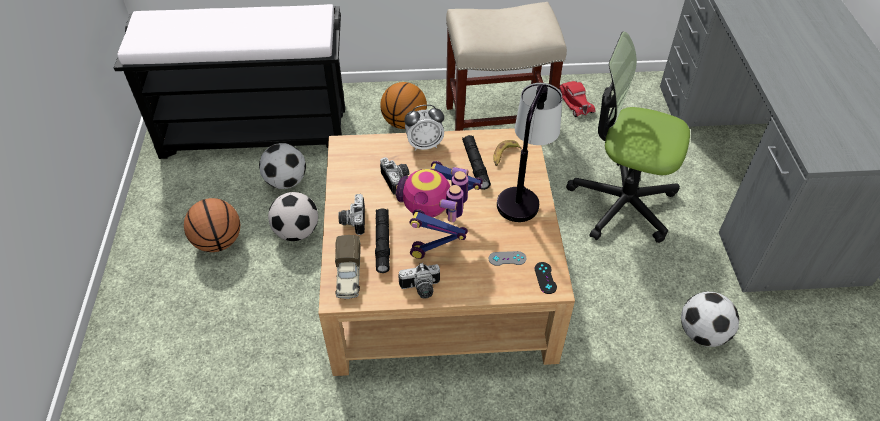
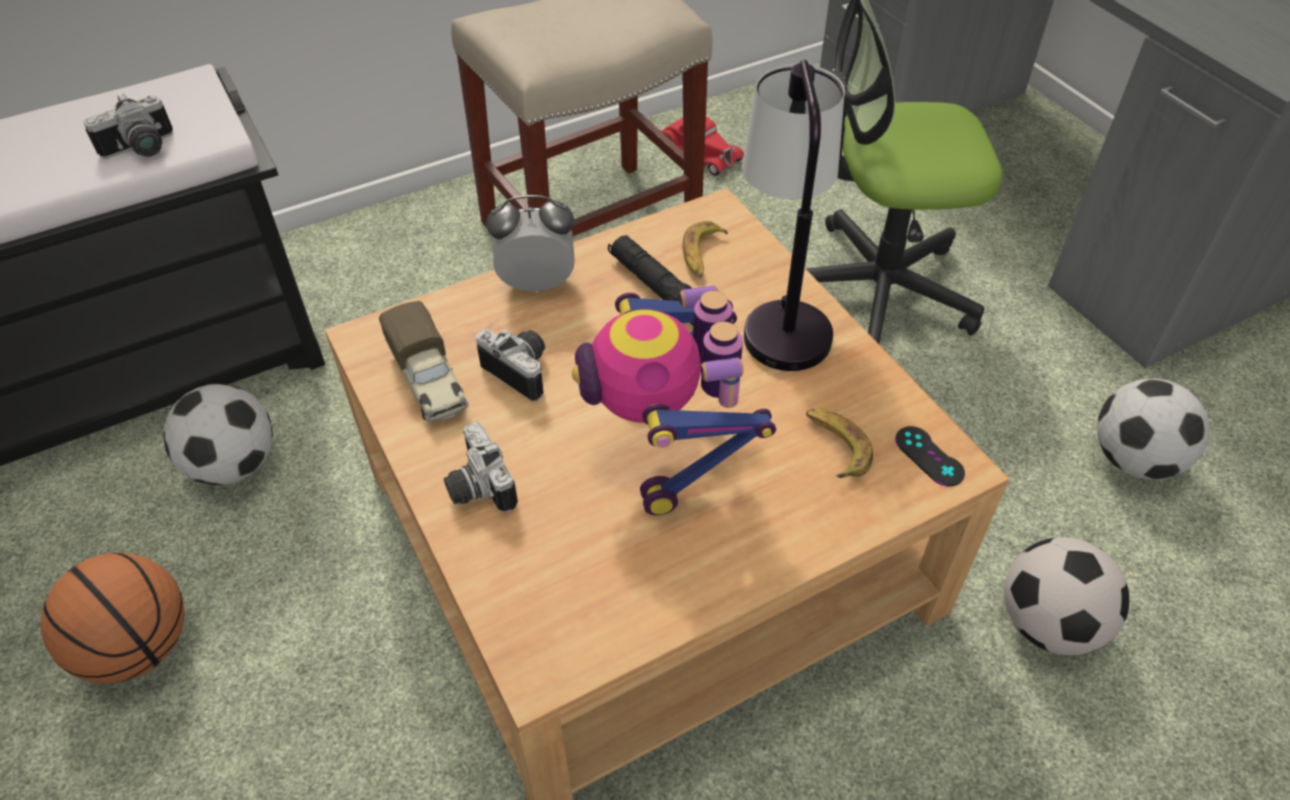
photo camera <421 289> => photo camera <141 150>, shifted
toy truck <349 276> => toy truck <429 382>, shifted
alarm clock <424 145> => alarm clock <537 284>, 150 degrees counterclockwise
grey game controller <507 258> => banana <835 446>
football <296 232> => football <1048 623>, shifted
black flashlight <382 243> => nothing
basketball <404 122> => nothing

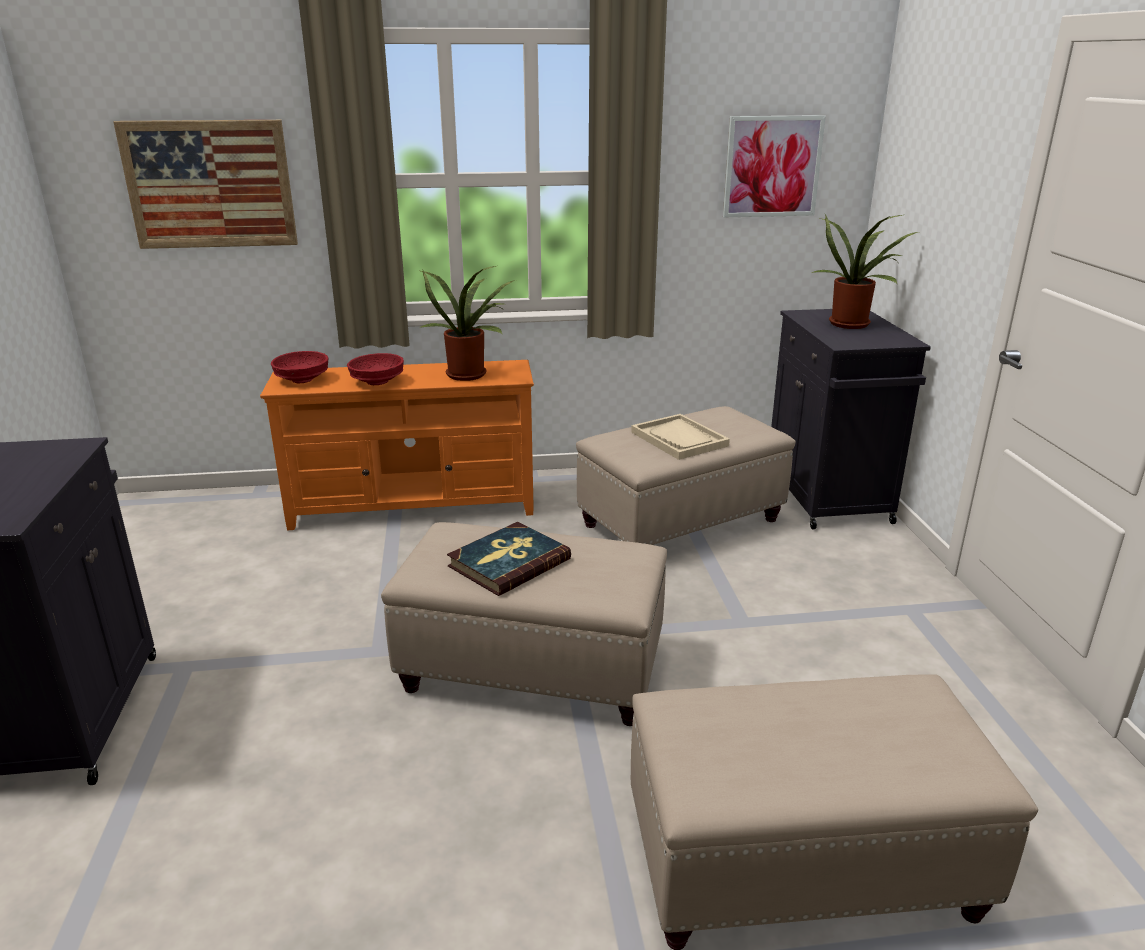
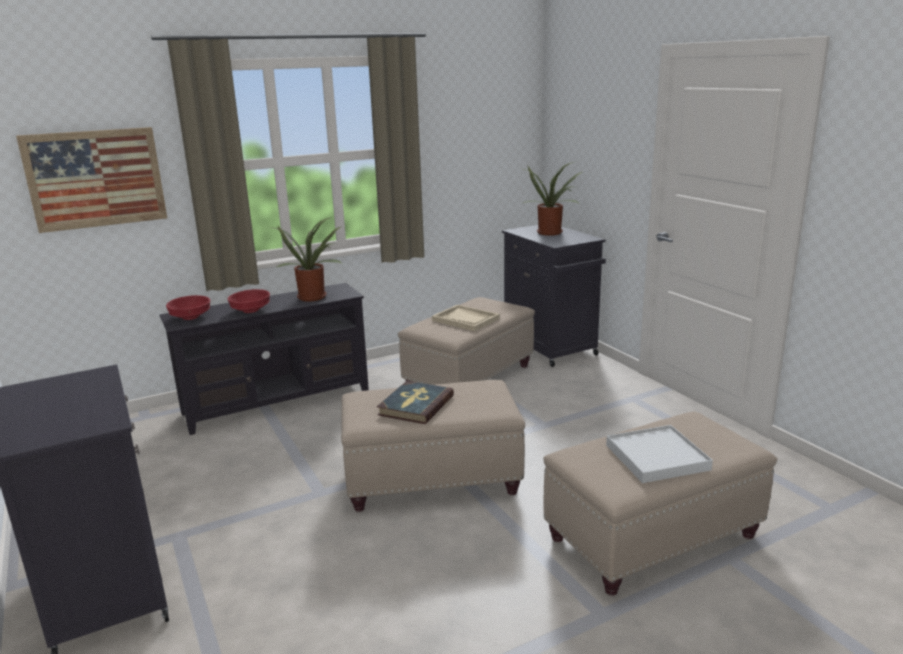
orange tv stand <413 507> => black tv stand <277 402>
nothing => white tray <657 457>
picture <772 166> => nothing

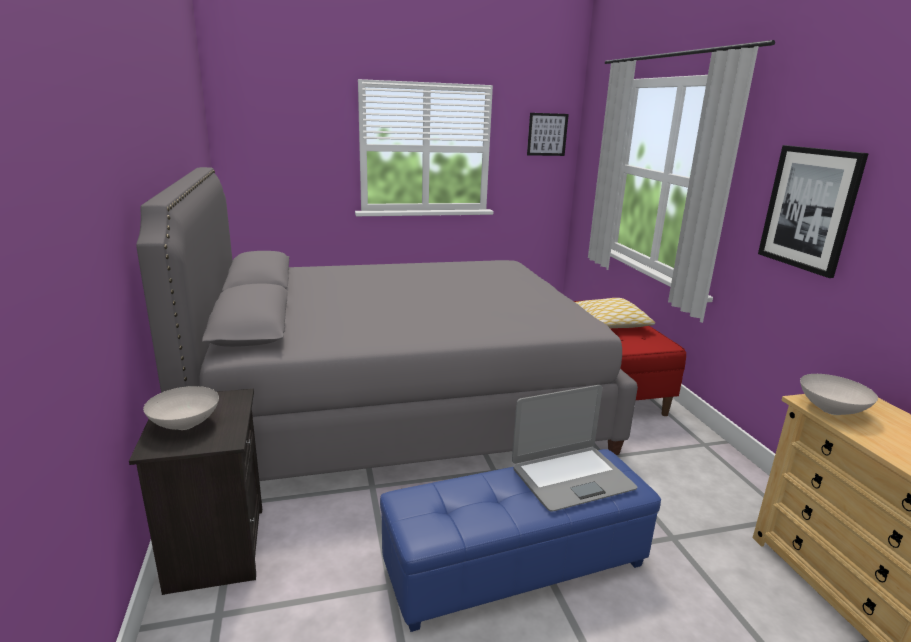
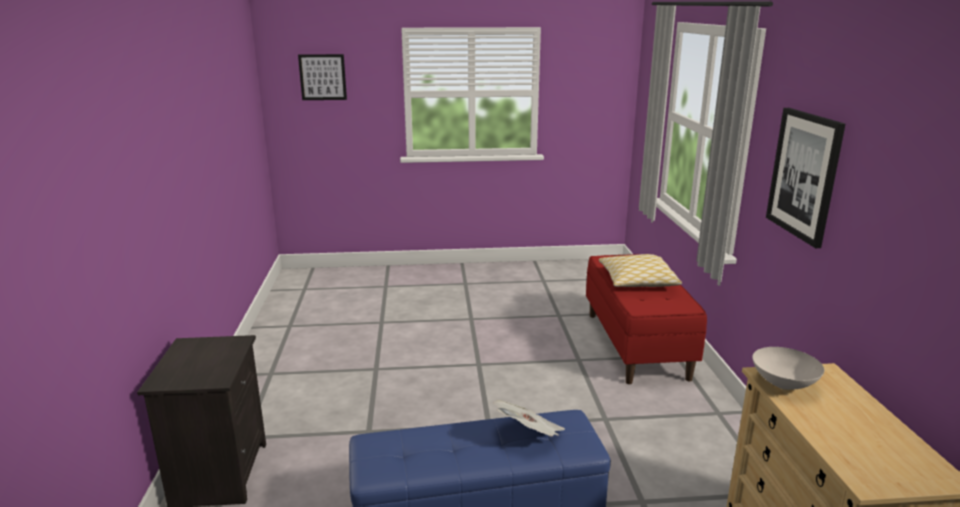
picture <547 134> => picture <322 77>, shifted
laptop <571 478> => newspaper <530 434>
grey bed <399 404> => nothing
white bowl <185 425> => nothing

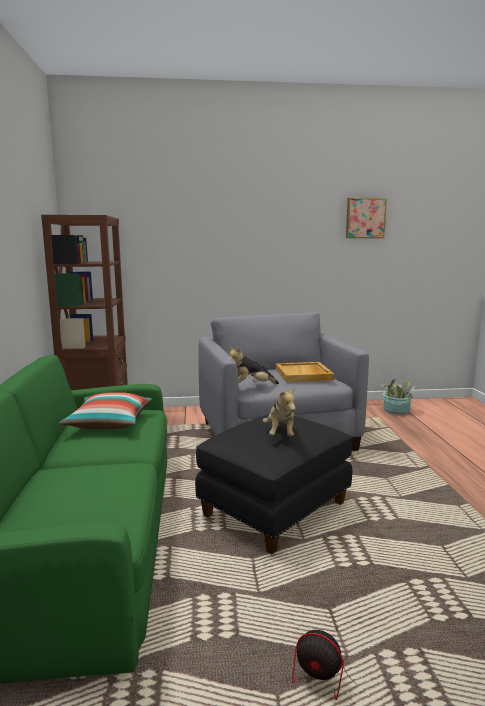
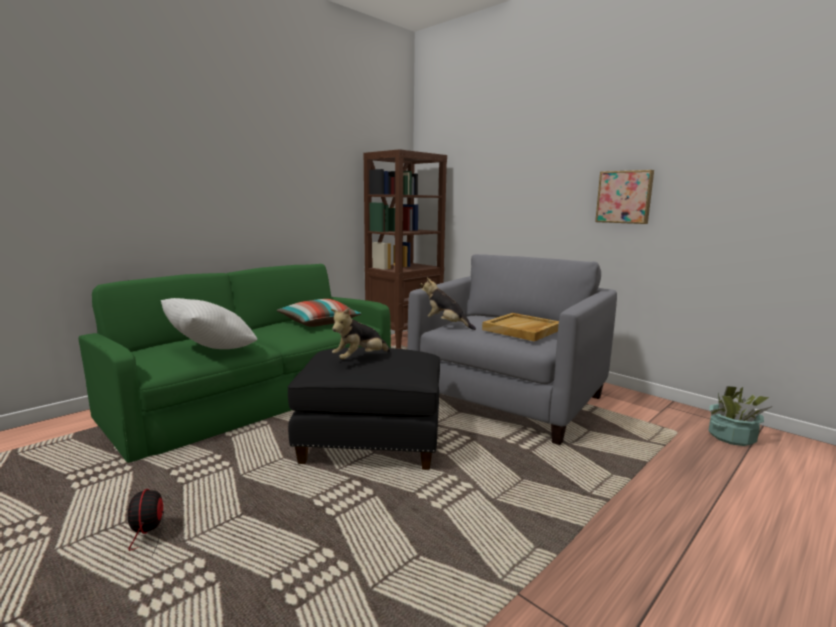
nothing => white pillow <211 350>
picture <365 218> => picture <624 197>, shifted

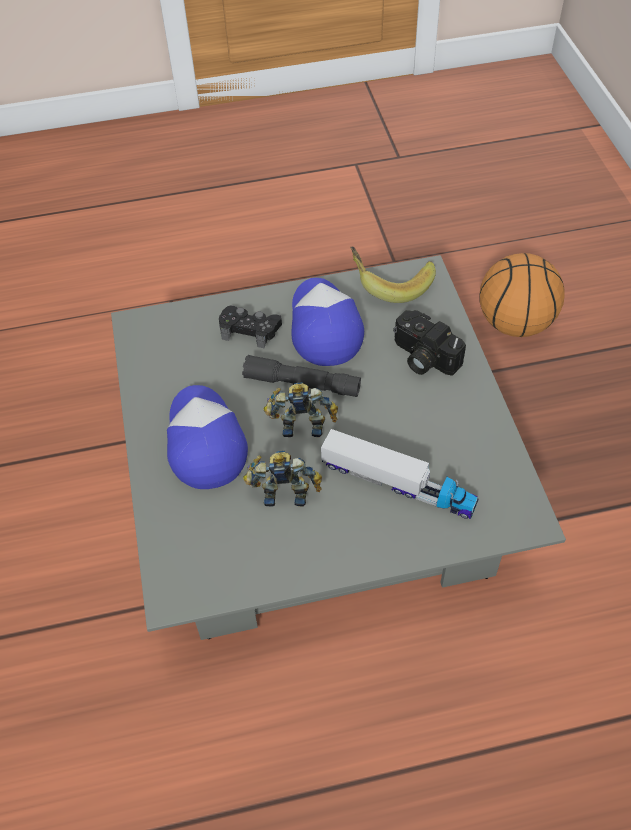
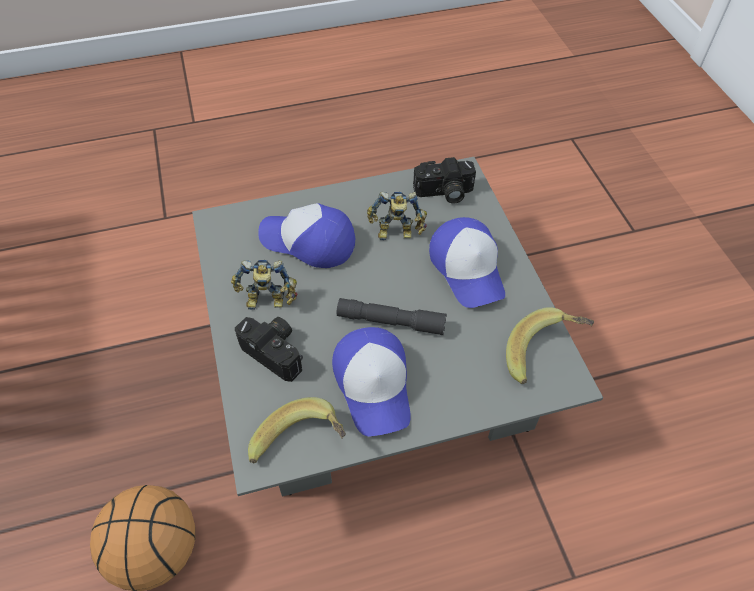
toy robot <302 423> => toy robot <267 302>, shifted
toy truck <398 484> => cap <308 242>
nothing => photo camera <444 193>
nothing => banana <544 355>
black game controller <250 330> => nothing

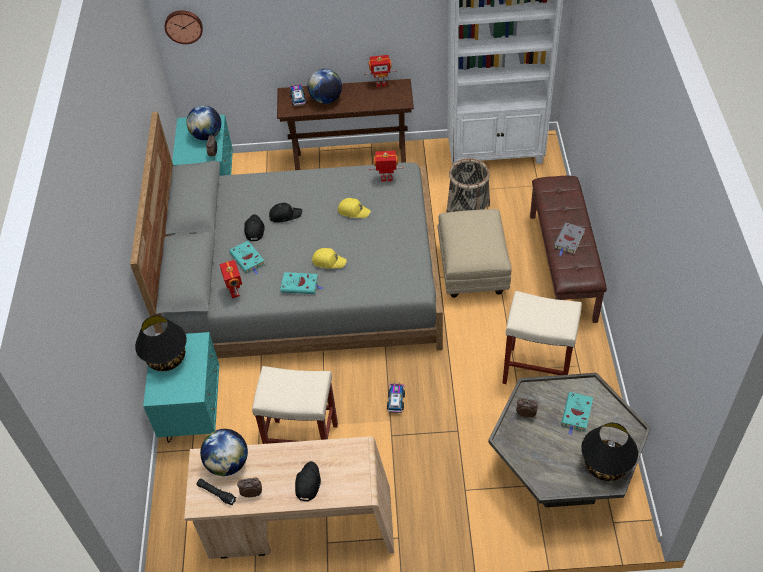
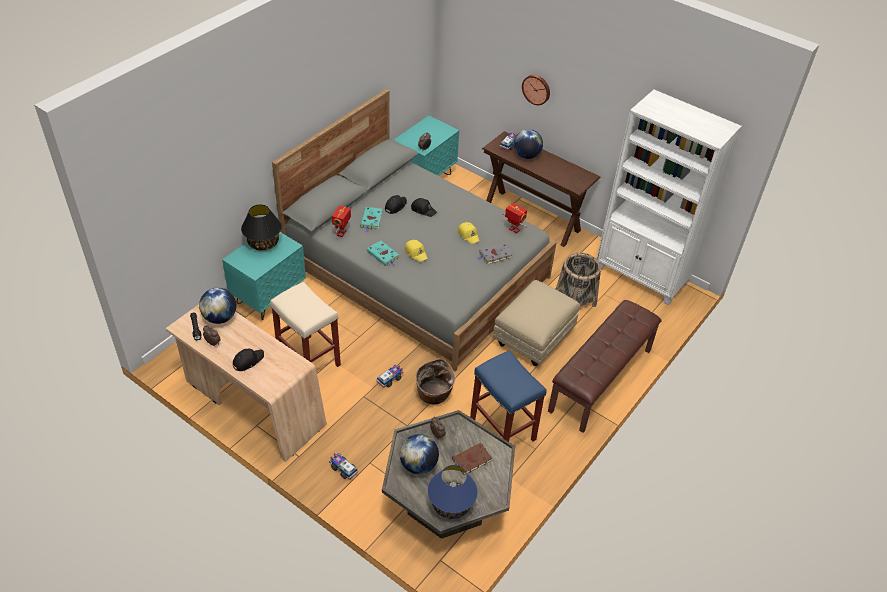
nothing => toy truck <343 468>
globe <207 135> => globe <418 465>, shifted
nothing => basket <434 395>
black table lamp <606 465> => blue table lamp <451 505>
turquoise book <577 414> => brown book <471 461>
beige stool <535 370> => blue stool <501 429>
grey book <569 241> => grey book <494 255>, shifted
wall clock <183 26> => wall clock <536 89>, shifted
toy robot <381 84> => nothing

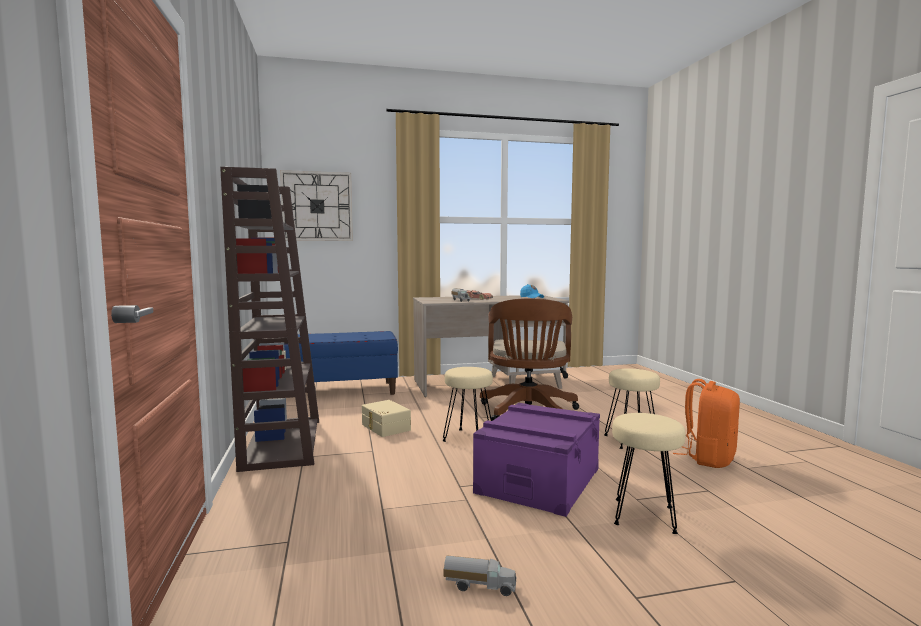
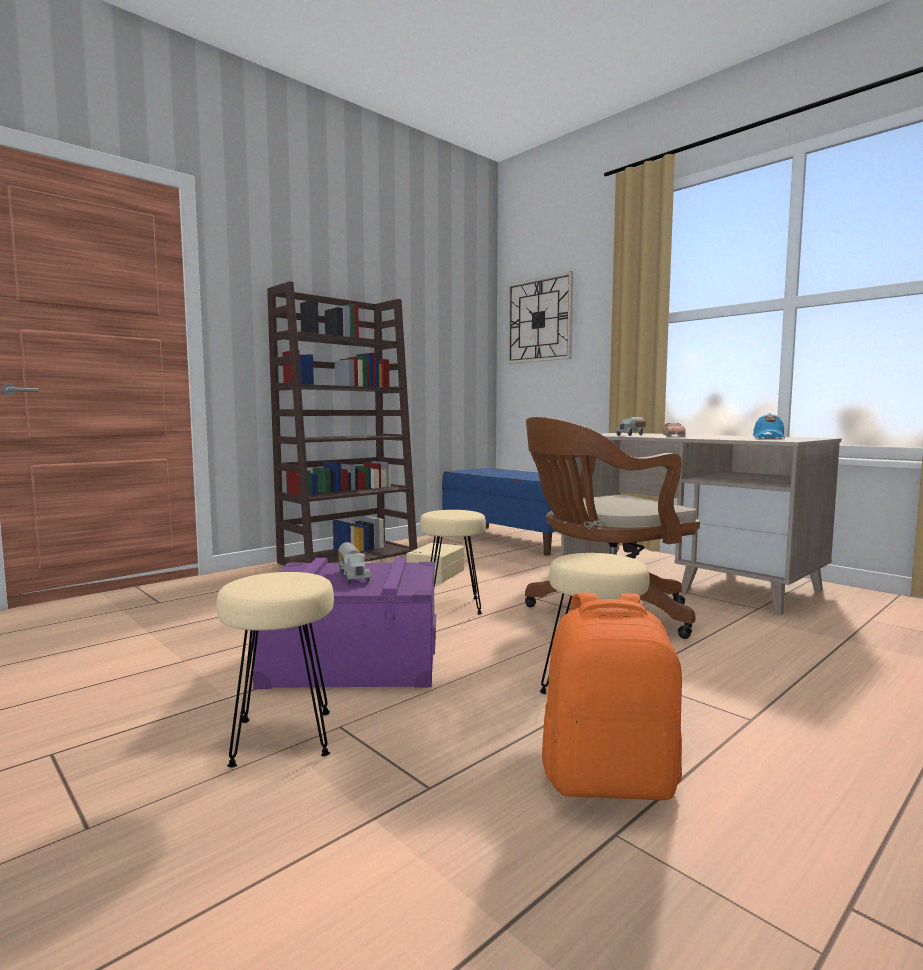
toy truck <480 586> => toy truck <354 576>, shifted

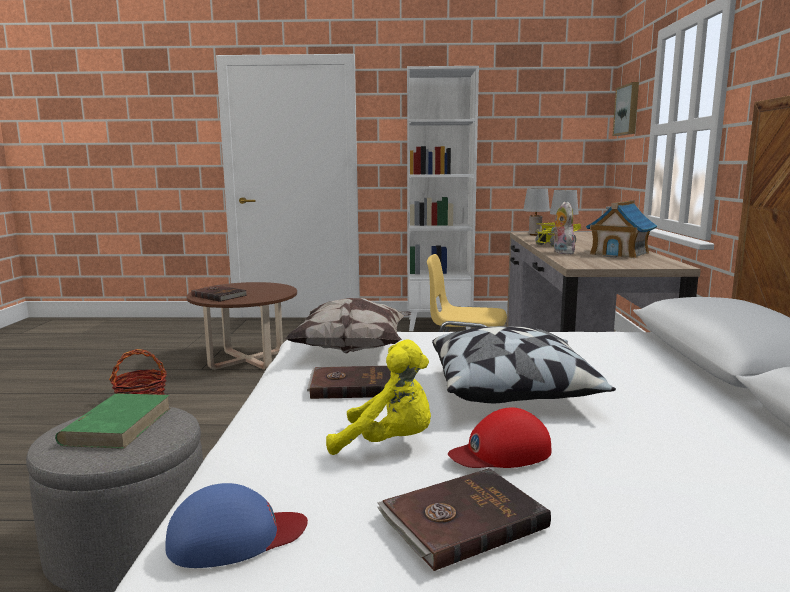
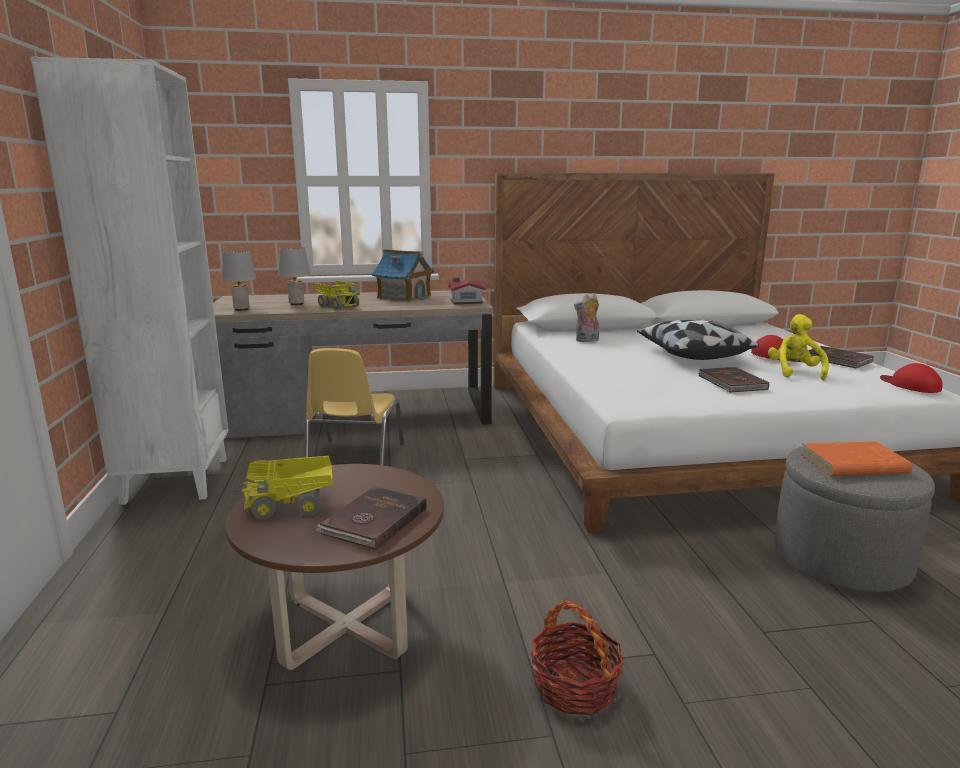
nothing => toy truck <293 506>
nothing => toy house <465 302>
plush toy <561 252> => plush toy <587 340>, shifted
green book <118 425> => orange book <852 464>
blue cap <235 537> => red cap <910 385>
pillow <354 349> => nothing
picture <628 110> => nothing

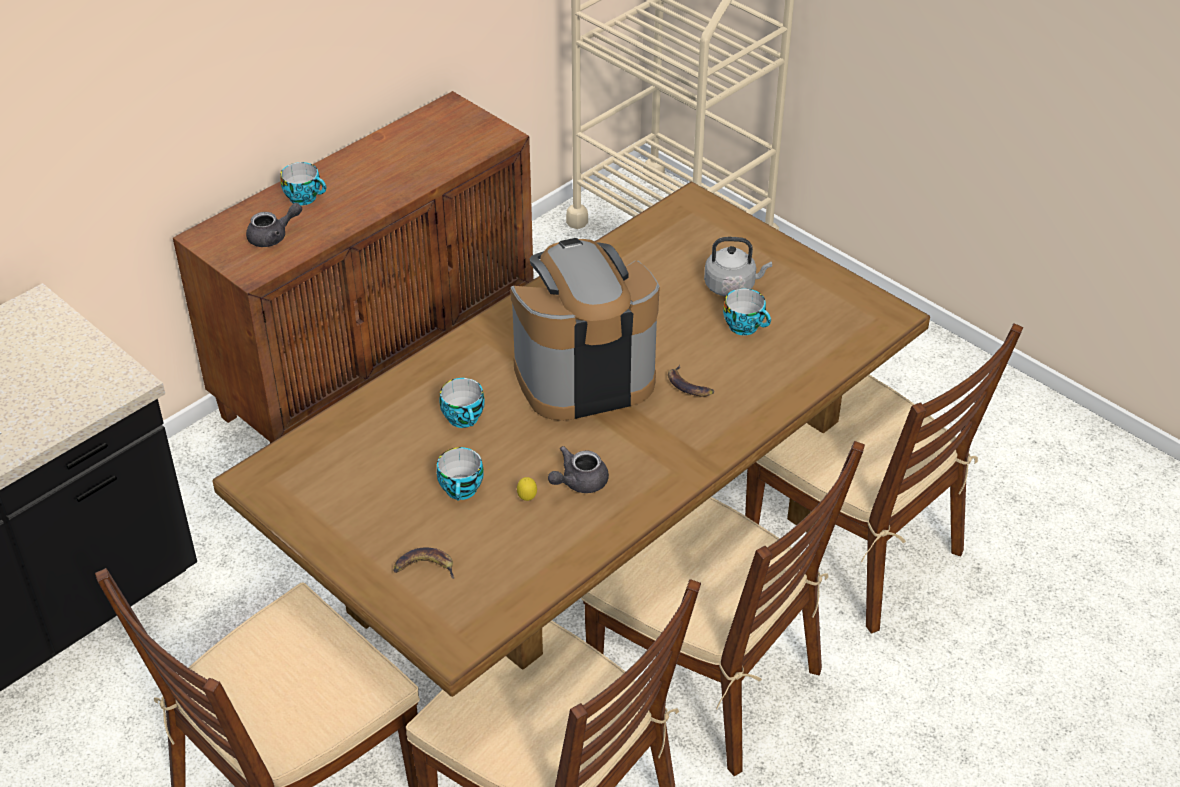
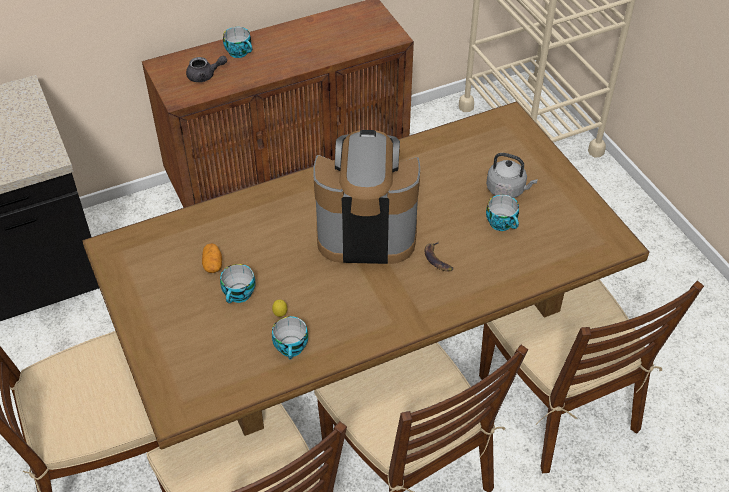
nothing => potato <213 264>
cup <465 418> => cup <292 348>, shifted
banana <424 567> => nothing
grey teapot <579 482> => nothing

